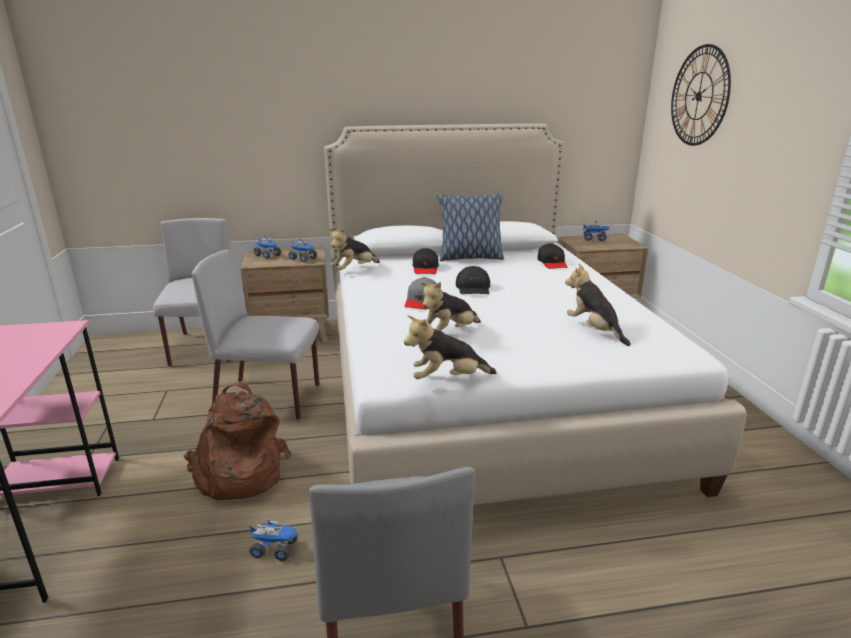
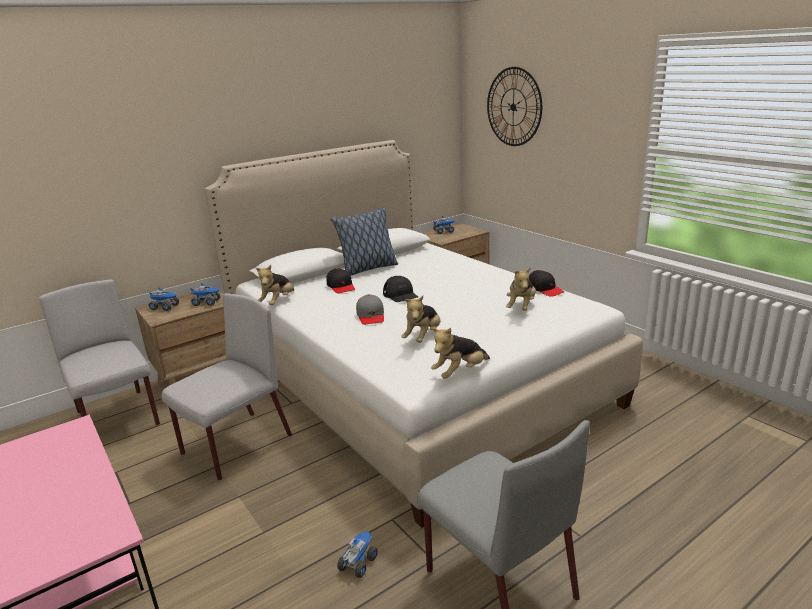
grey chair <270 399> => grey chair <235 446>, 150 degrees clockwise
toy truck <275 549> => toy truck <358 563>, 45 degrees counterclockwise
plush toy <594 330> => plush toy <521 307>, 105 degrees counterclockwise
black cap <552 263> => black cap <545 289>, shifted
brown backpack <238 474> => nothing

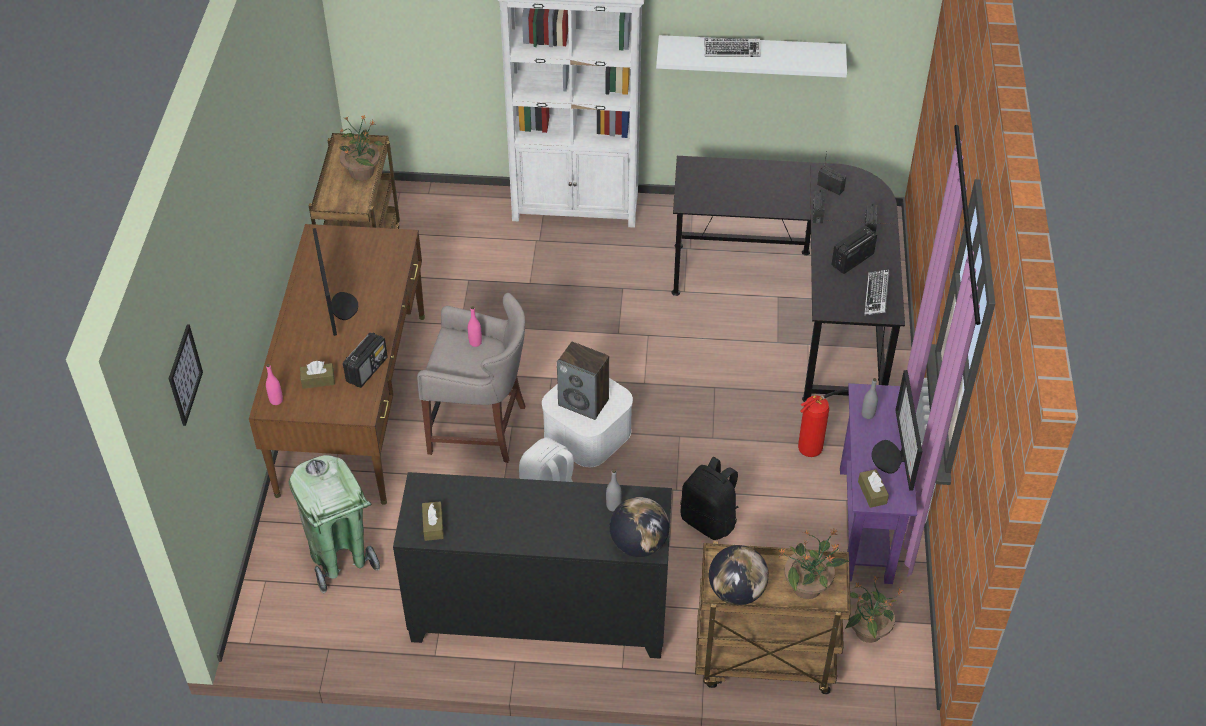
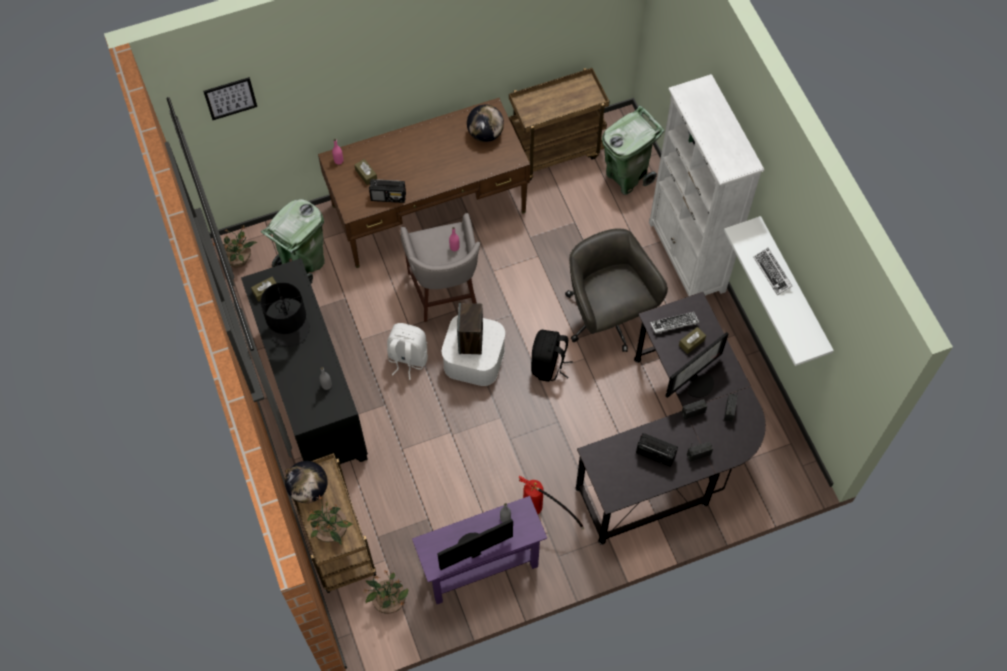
potted plant <362 172> => potted plant <239 260>, shifted
nothing => black table lamp <289 328>
globe <639 544> => globe <485 134>, shifted
black backpack <709 520> => black backpack <548 365>, shifted
nothing => grey office chair <607 317>
nothing => green trash can <626 176>
keyboard <876 295> => keyboard <674 324>, shifted
monitor <339 306> => monitor <698 383>, shifted
brown tissue box <872 492> => brown tissue box <691 342>, shifted

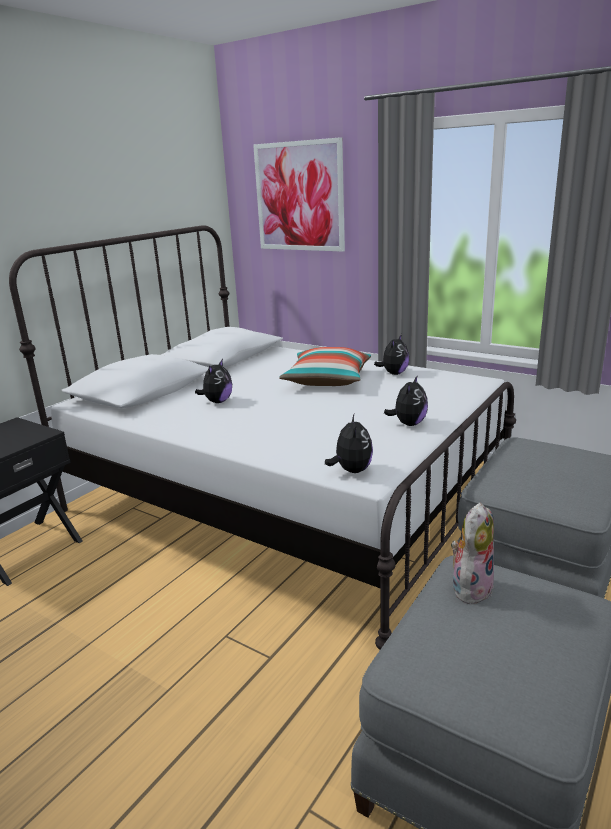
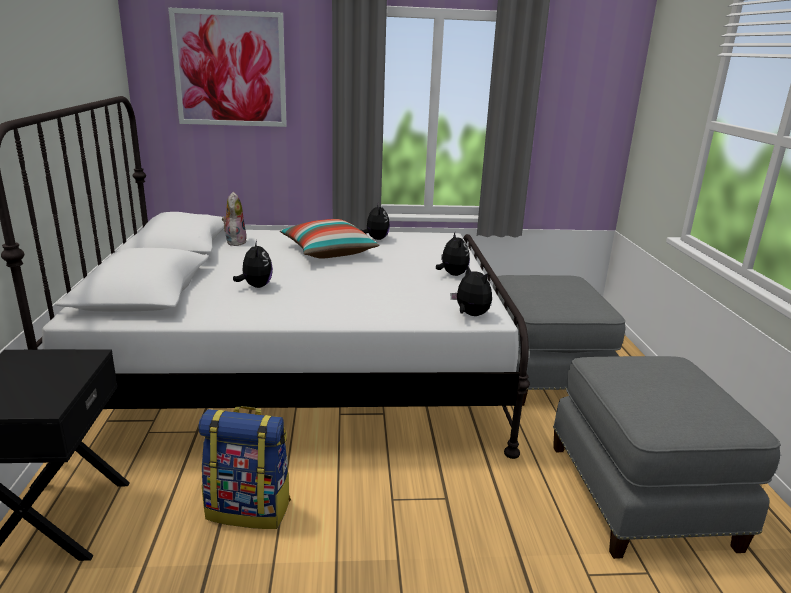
nothing => backpack <249 509>
plush toy <470 587> => plush toy <235 242>, shifted

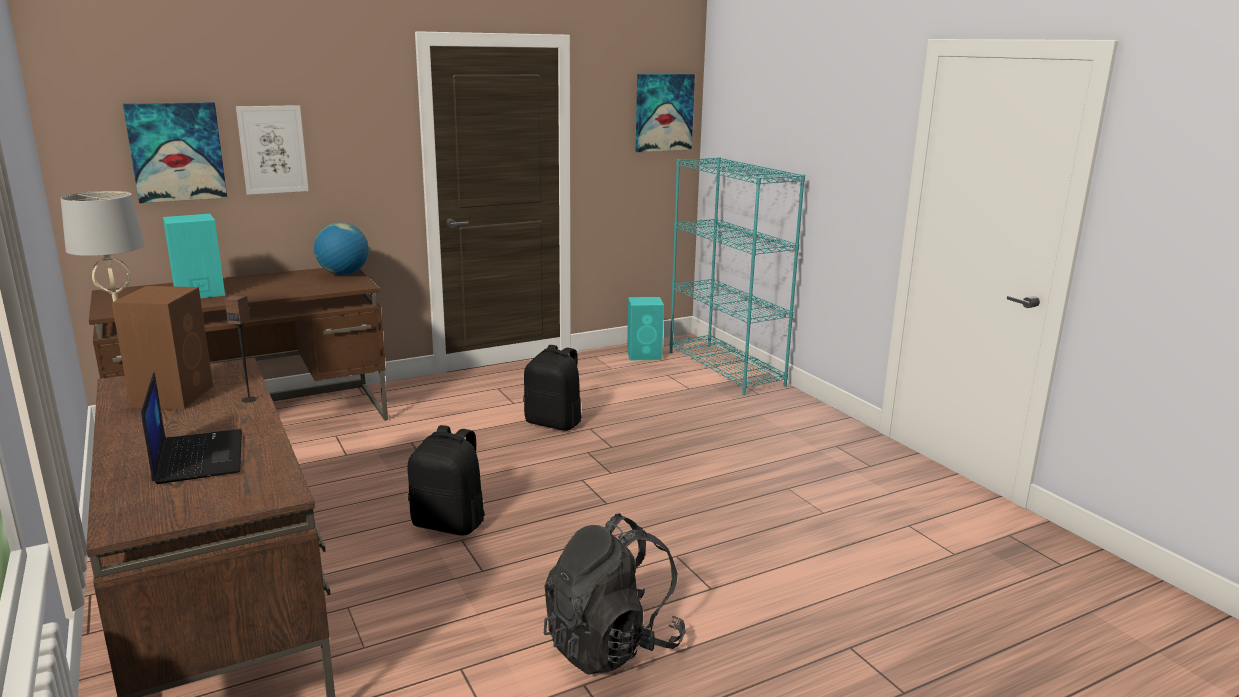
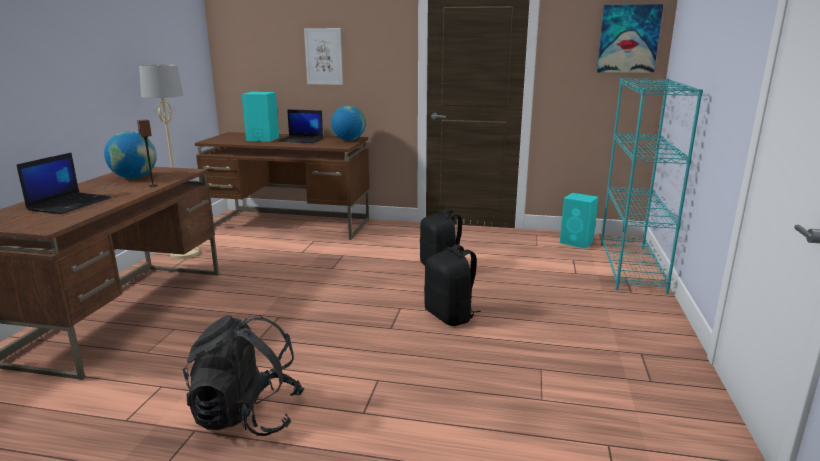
brown speaker <174 395> => globe <134 177>
nothing => laptop <301 140>
black backpack <450 523> => black backpack <450 316>, shifted
picture <176 152> => nothing

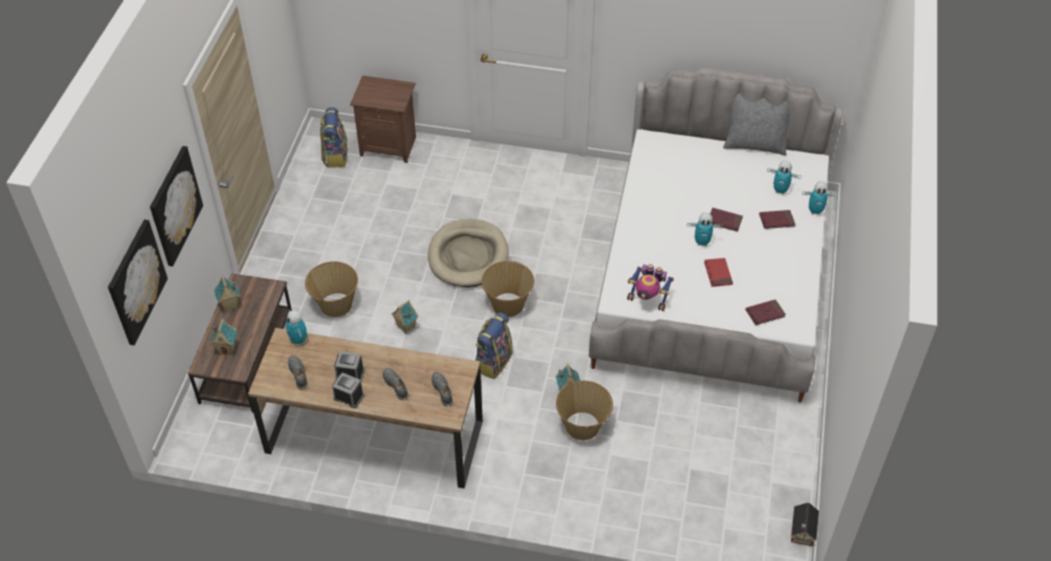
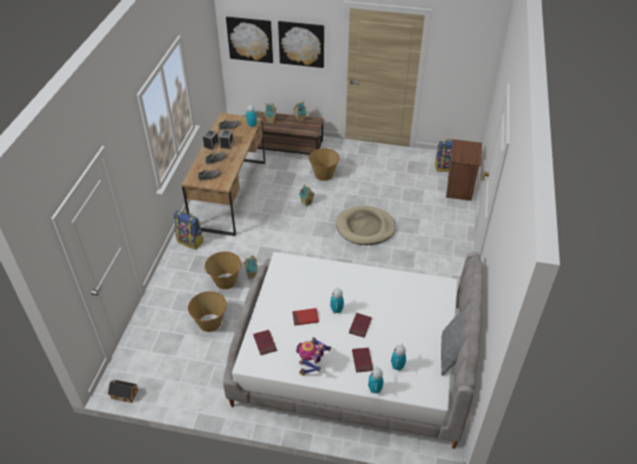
backpack <493 361> => backpack <191 241>, shifted
basket <508 304> => basket <210 322>, shifted
toy robot <648 300> => toy robot <312 365>, shifted

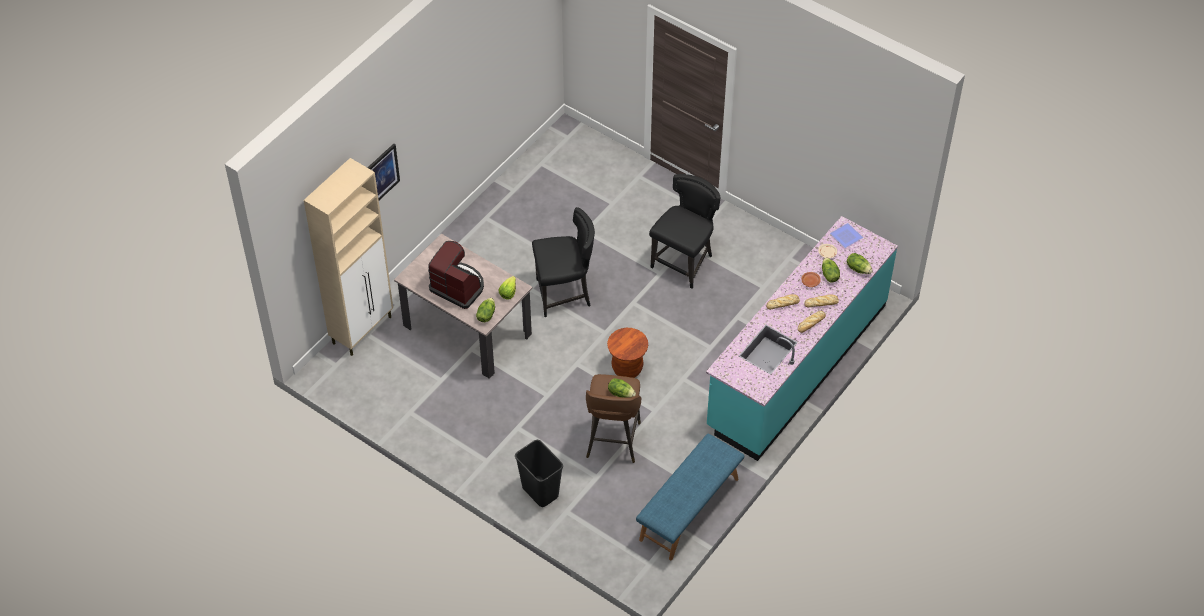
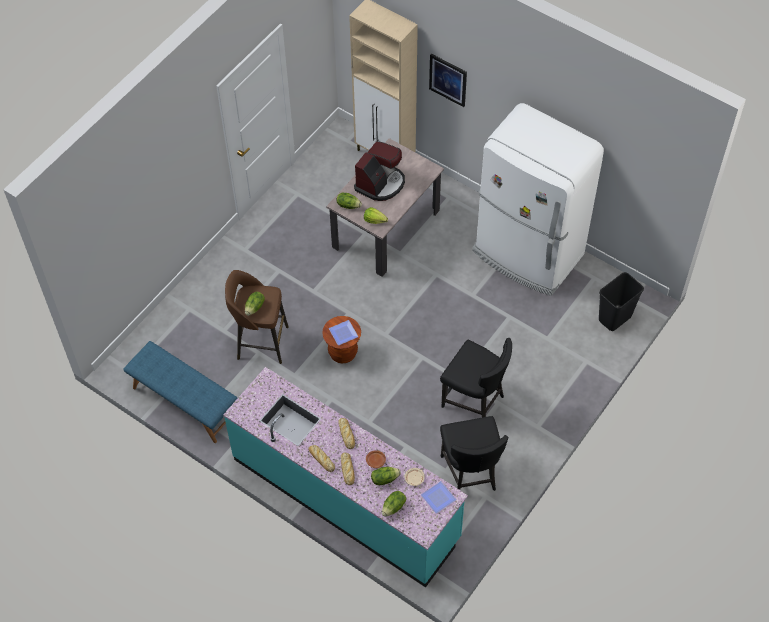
nothing => plate <344 333>
black chair <564 294> => black chair <470 473>, shifted
nothing => white fridge <528 254>
black trash can <539 492> => black trash can <614 317>, shifted

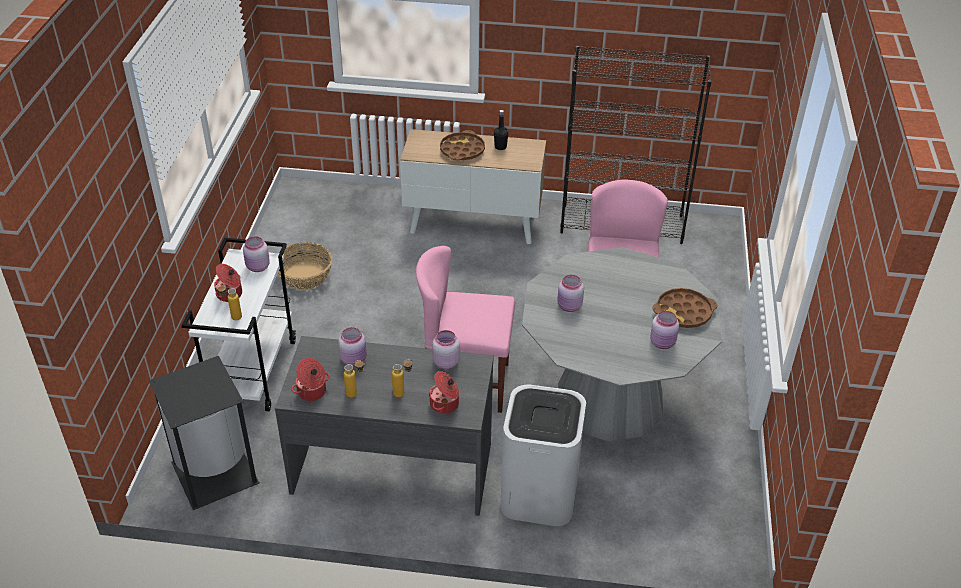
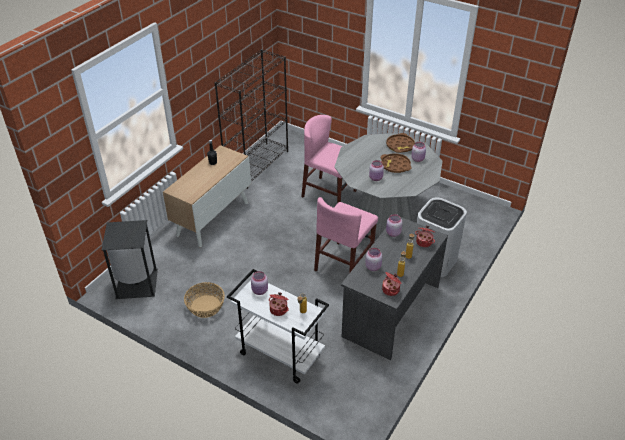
black trash can <216 471> => black trash can <136 283>, shifted
brown tray <462 150> => brown tray <395 165>, shifted

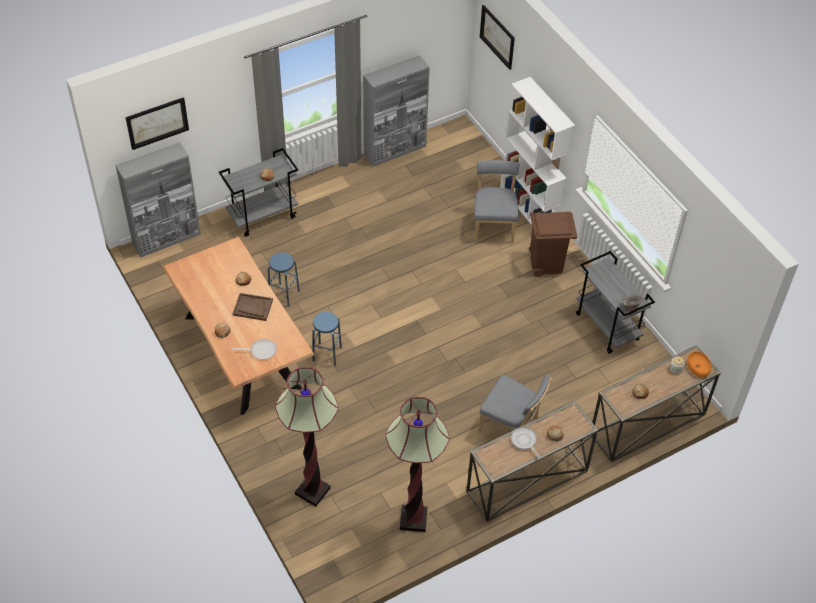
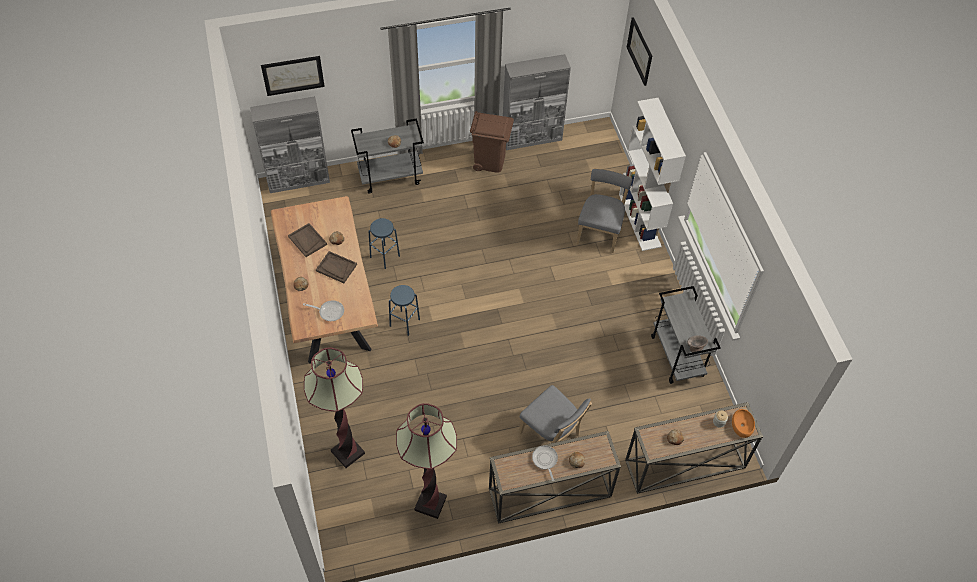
nothing => brown tray <307 240>
brown trash can <546 263> => brown trash can <490 161>, shifted

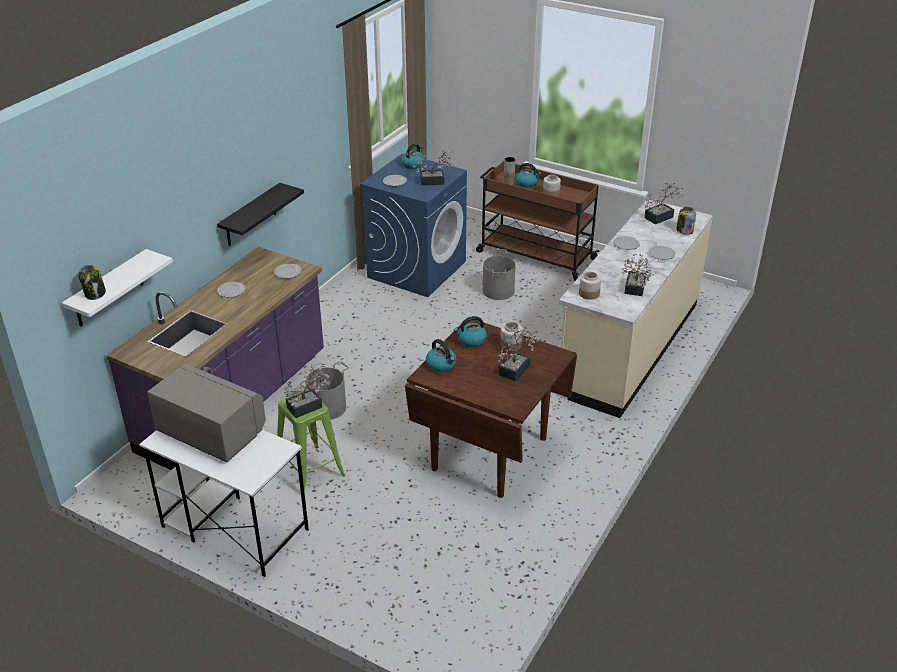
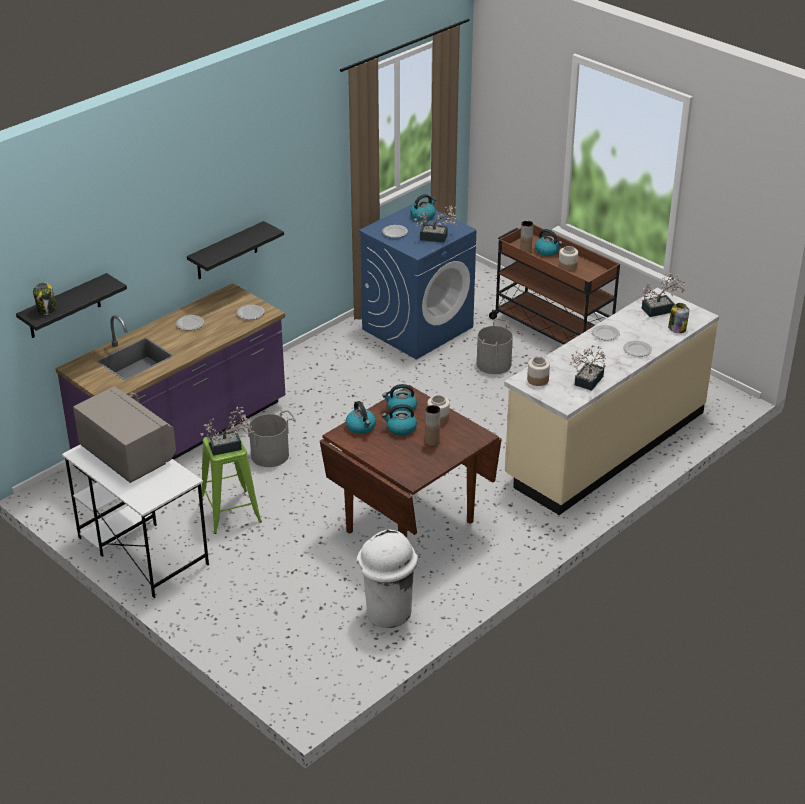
white shelf <108 289> => black shelf <64 307>
nothing => white trash can <387 613>
nothing => kettle <400 428>
potted plant <516 368> => brown vase <432 442>

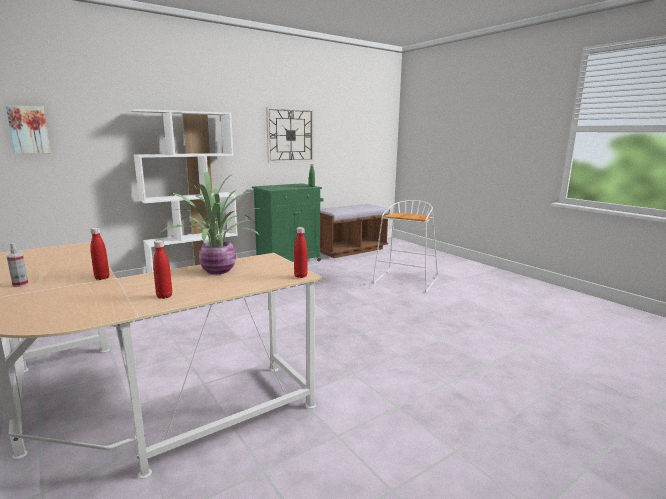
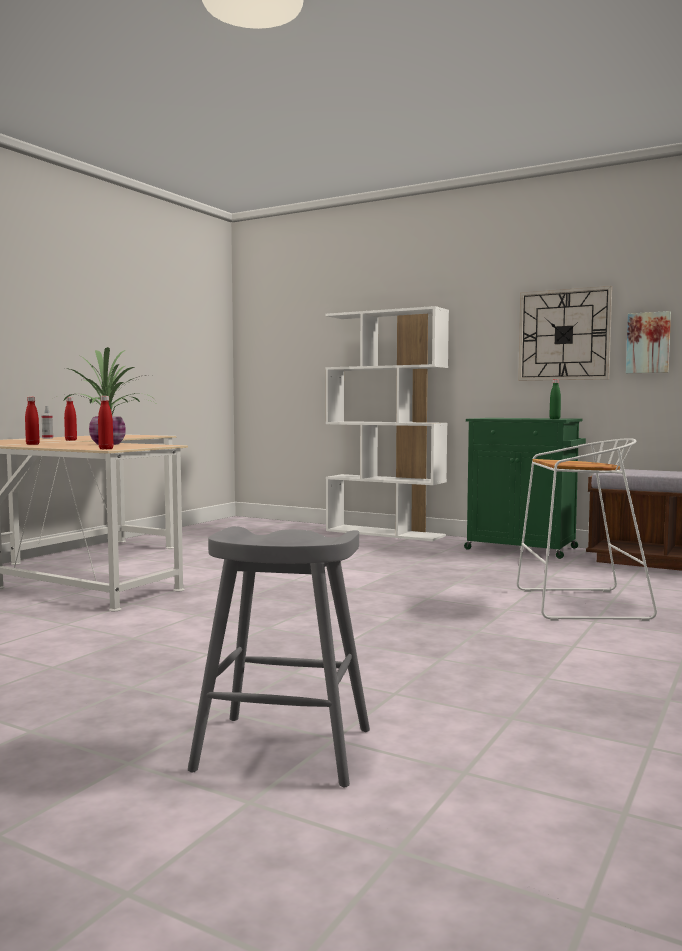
nothing => grey stool <284 749>
picture <29 130> => picture <648 343>, shifted

